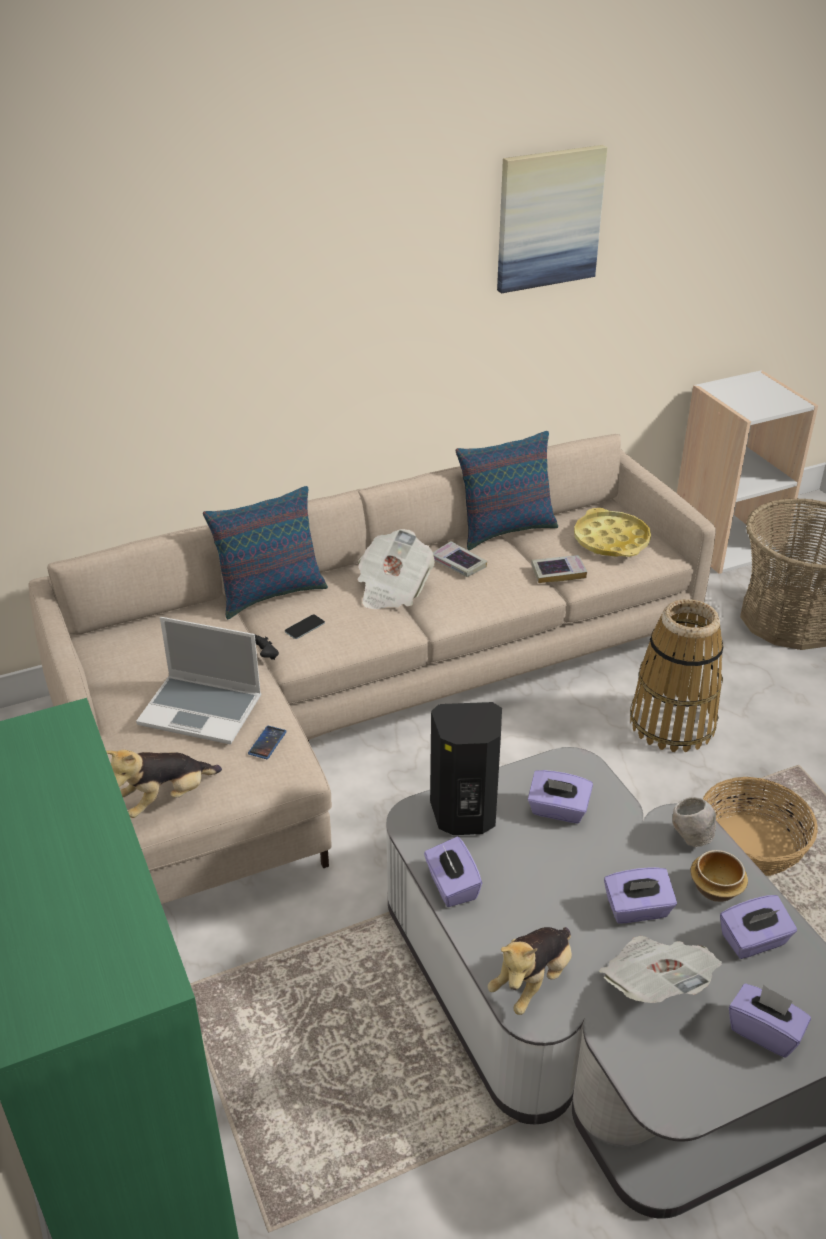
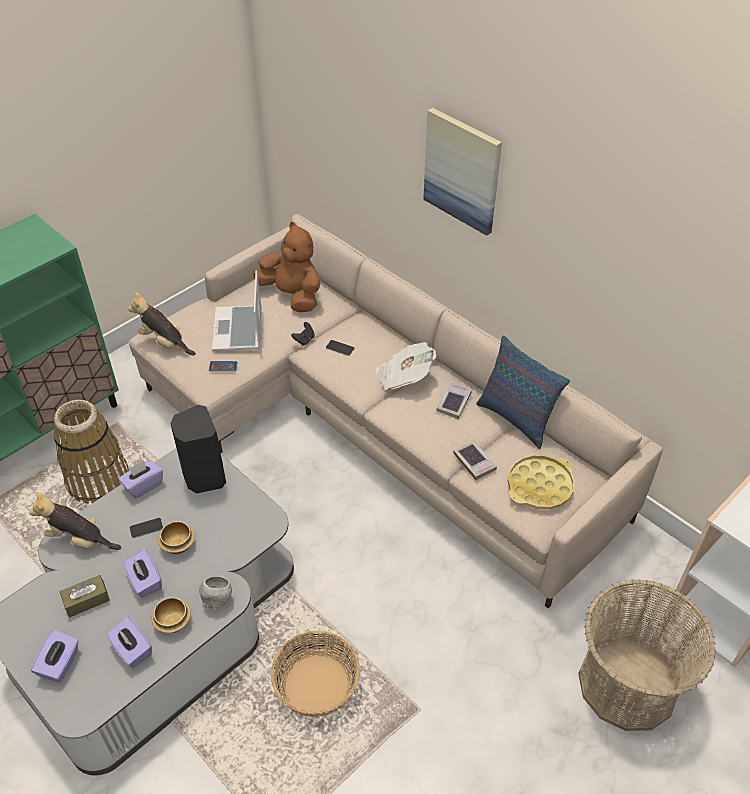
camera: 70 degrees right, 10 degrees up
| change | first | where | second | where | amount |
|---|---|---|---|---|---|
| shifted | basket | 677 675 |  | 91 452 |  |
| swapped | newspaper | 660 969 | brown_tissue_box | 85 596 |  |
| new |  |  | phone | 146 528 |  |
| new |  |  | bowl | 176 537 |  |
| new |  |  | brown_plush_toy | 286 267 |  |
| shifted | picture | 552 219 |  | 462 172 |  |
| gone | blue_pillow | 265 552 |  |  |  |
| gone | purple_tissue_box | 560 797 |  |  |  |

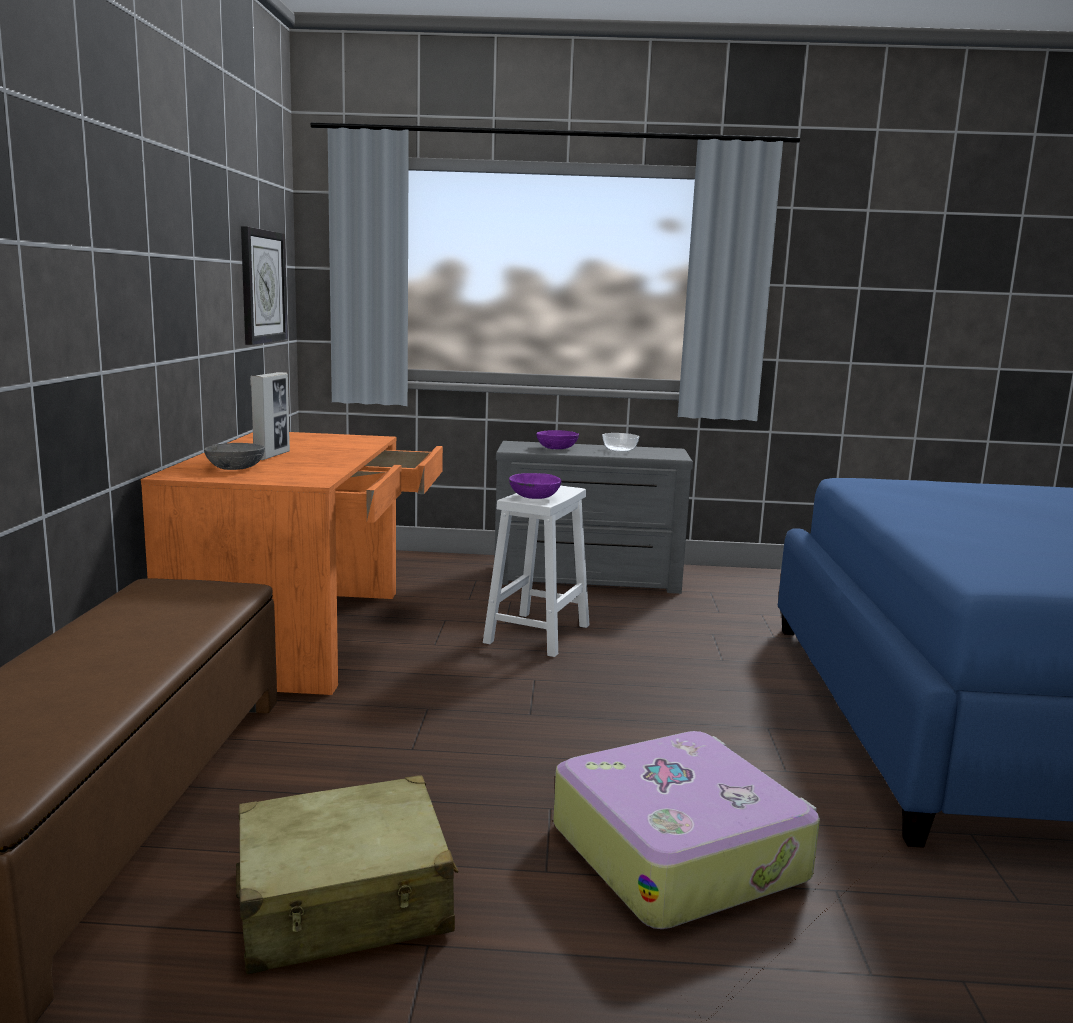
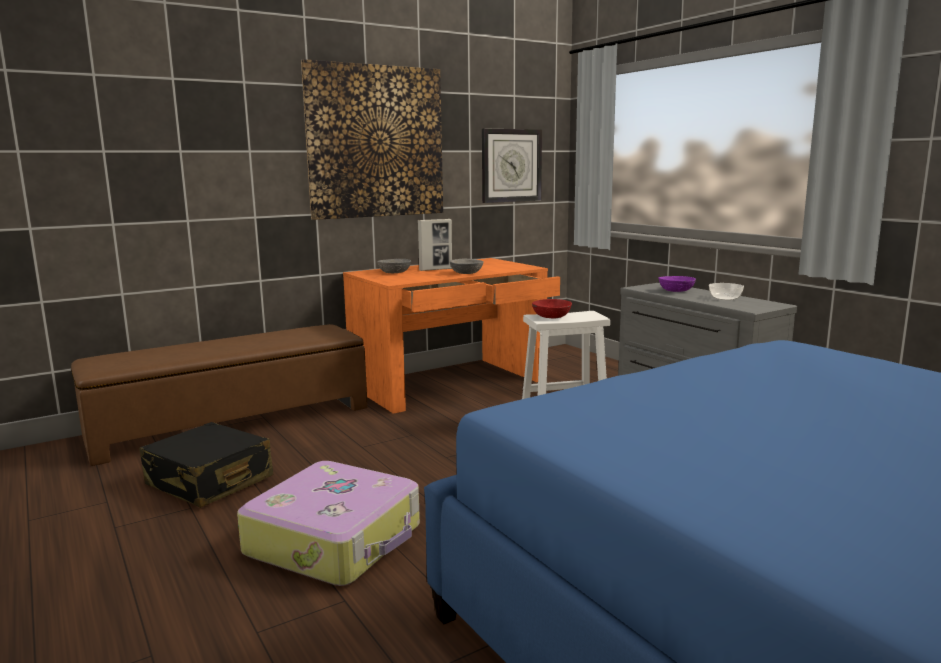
camera: 55 degrees right, 0 degrees up
| change | first | where | second | where | amount |
|---|---|---|---|---|---|
| repainted | beige_suitcase | 347 874 | black_suitcase | 206 465 |  |
| new |  |  | picture | 372 139 |  |
| new |  |  | grey_bowl | 467 266 |  |
| repainted | purple_bowl | 535 486 | red_bowl | 552 309 |  |

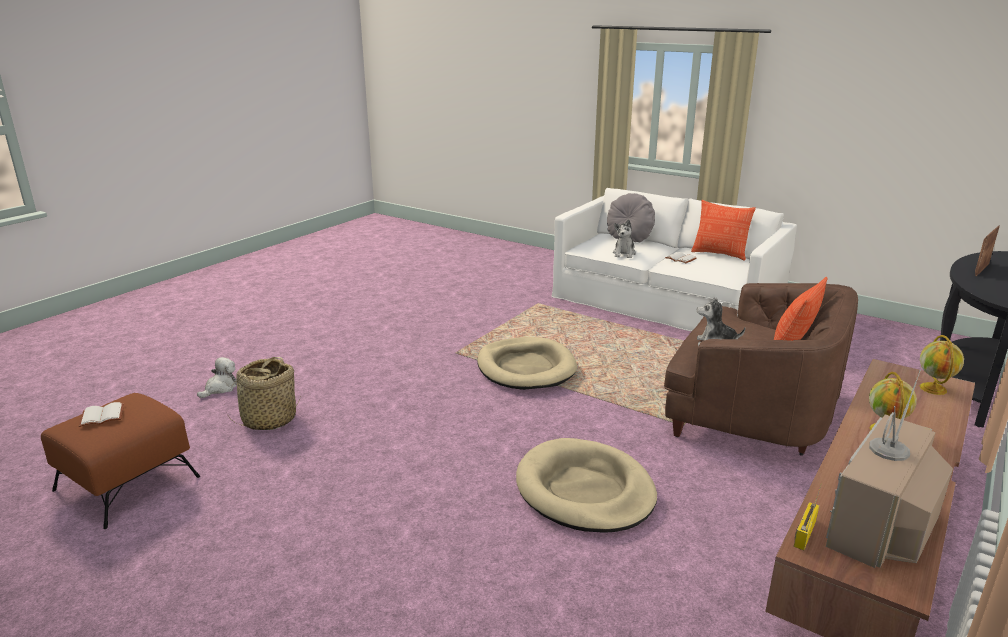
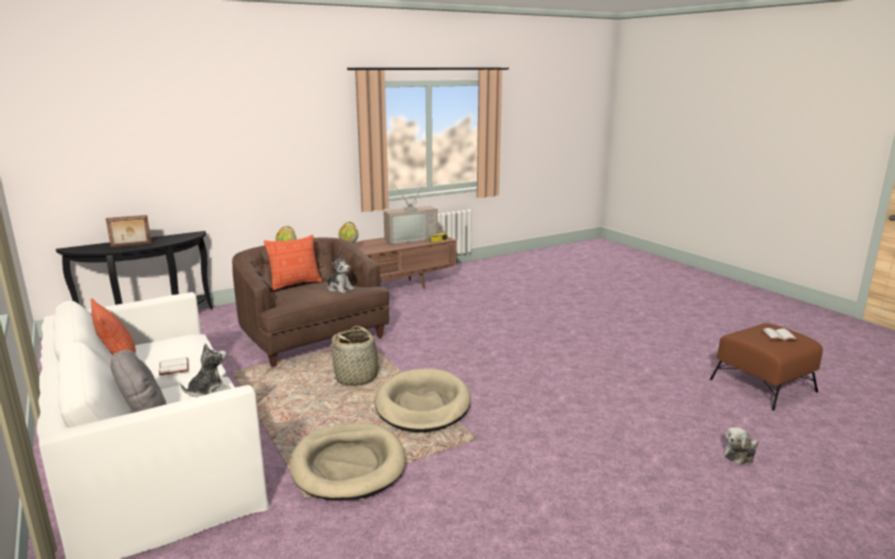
camera: 155 degrees left, 5 degrees down
| change | first | where | second | where | amount |
|---|---|---|---|---|---|
| shifted | beige_dog_bed | 586 485 |  | 348 461 |  |
| shifted | basket | 264 393 |  | 358 356 |  |

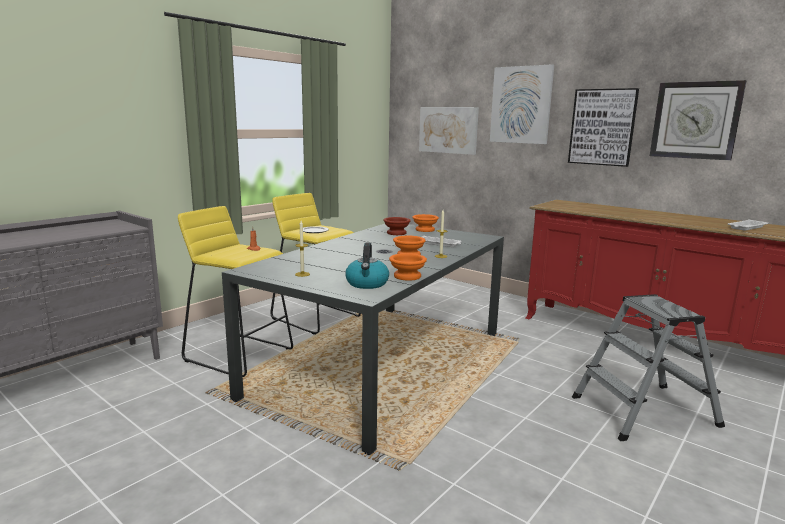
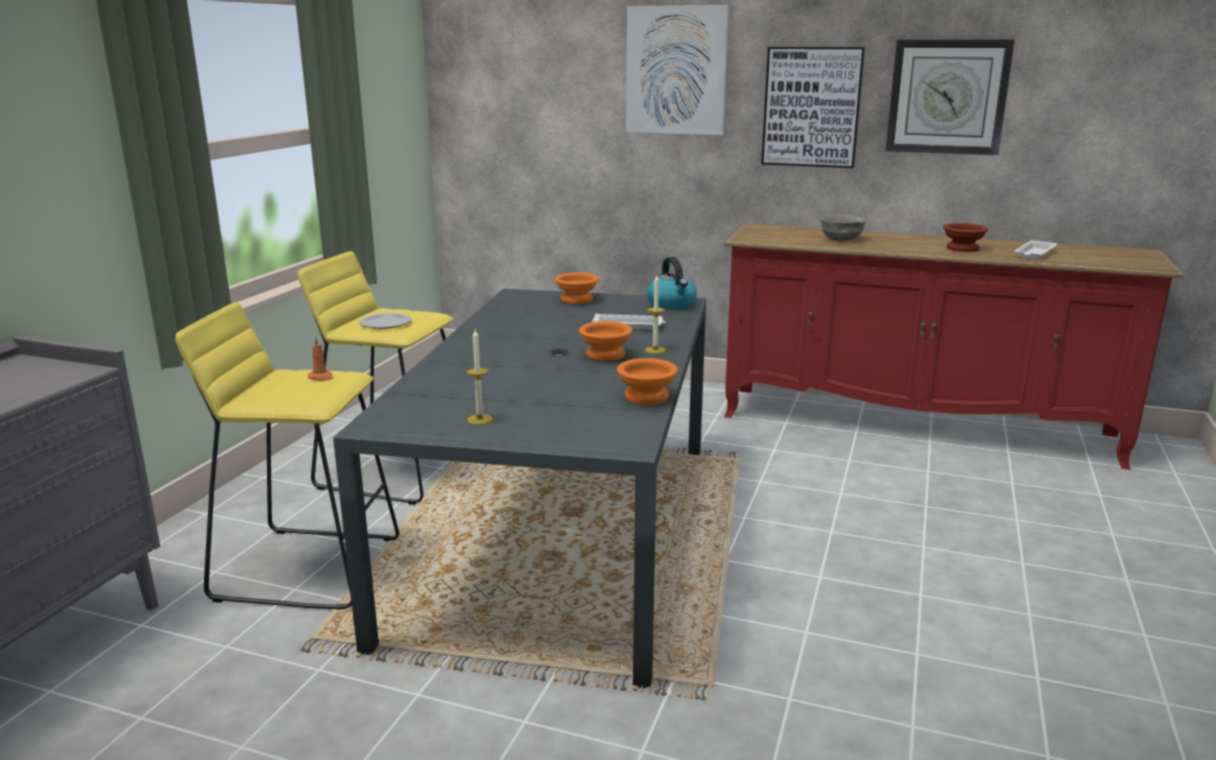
camera: 20 degrees left, 5 degrees up
| change | first | where | second | where | amount |
|---|---|---|---|---|---|
| shifted | kettle | 367 266 |  | 672 283 |  |
| new |  |  | grey_bowl | 843 228 |  |
| shifted | brown_bowl | 397 226 |  | 965 237 |  |
| gone | picture | 449 131 |  |  |  |
| gone | grey_step_ladder | 648 367 |  |  |  |

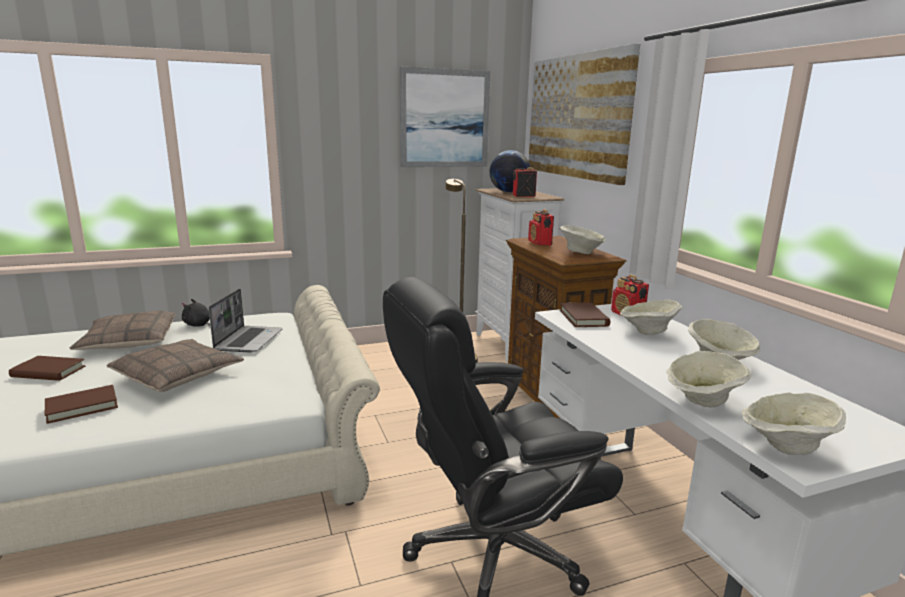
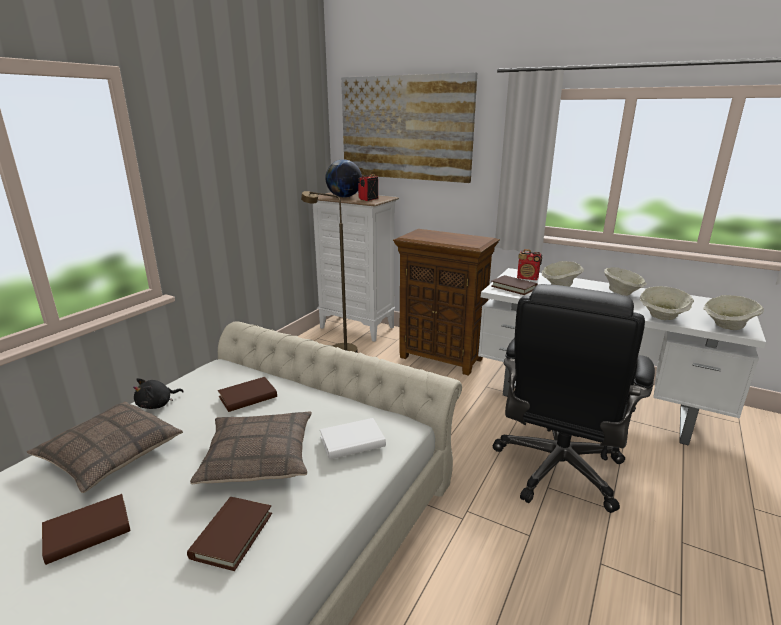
camera: 40 degrees left, 5 degrees up
| change | first | where | second | where | amount |
|---|---|---|---|---|---|
| swapped | laptop | 245 320 | brown_book | 247 394 |  |
| new |  |  | white_book | 353 439 |  |
| gone | picture | 445 117 |  |  |  |
| gone | radio | 541 227 |  |  |  |
| gone | beige_bowl | 582 239 |  |  |  |

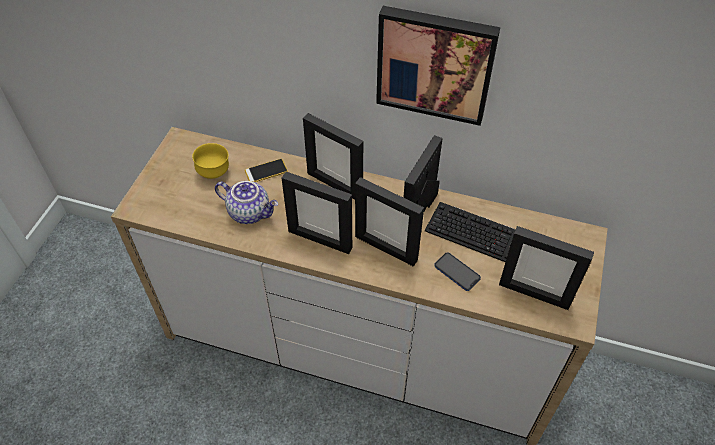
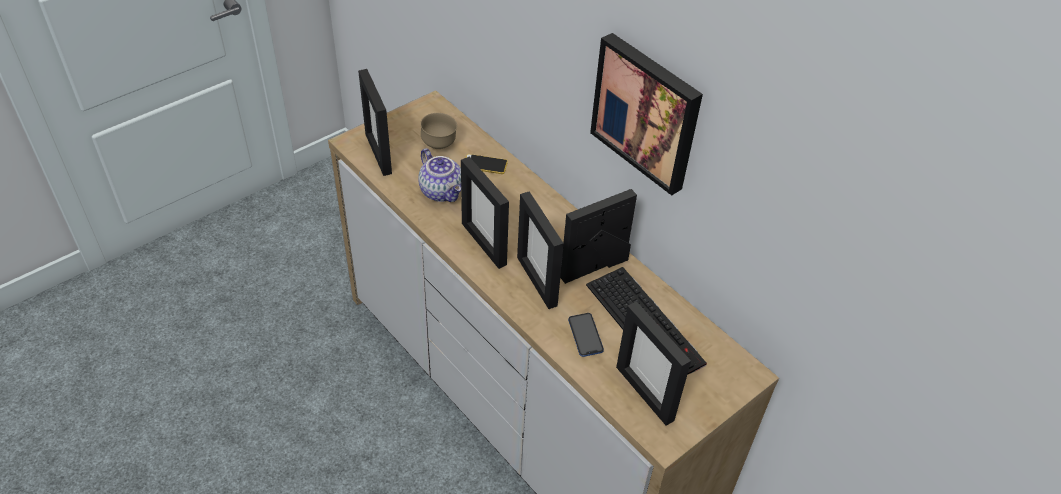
camera: 30 degrees right, 5 degrees down
| change | first | where | second | where | amount |
|---|---|---|---|---|---|
| shifted | picture_frame | 333 156 |  | 375 122 |  |
| repainted | yellow_bowl | 210 161 | brown_bowl | 438 131 |  |

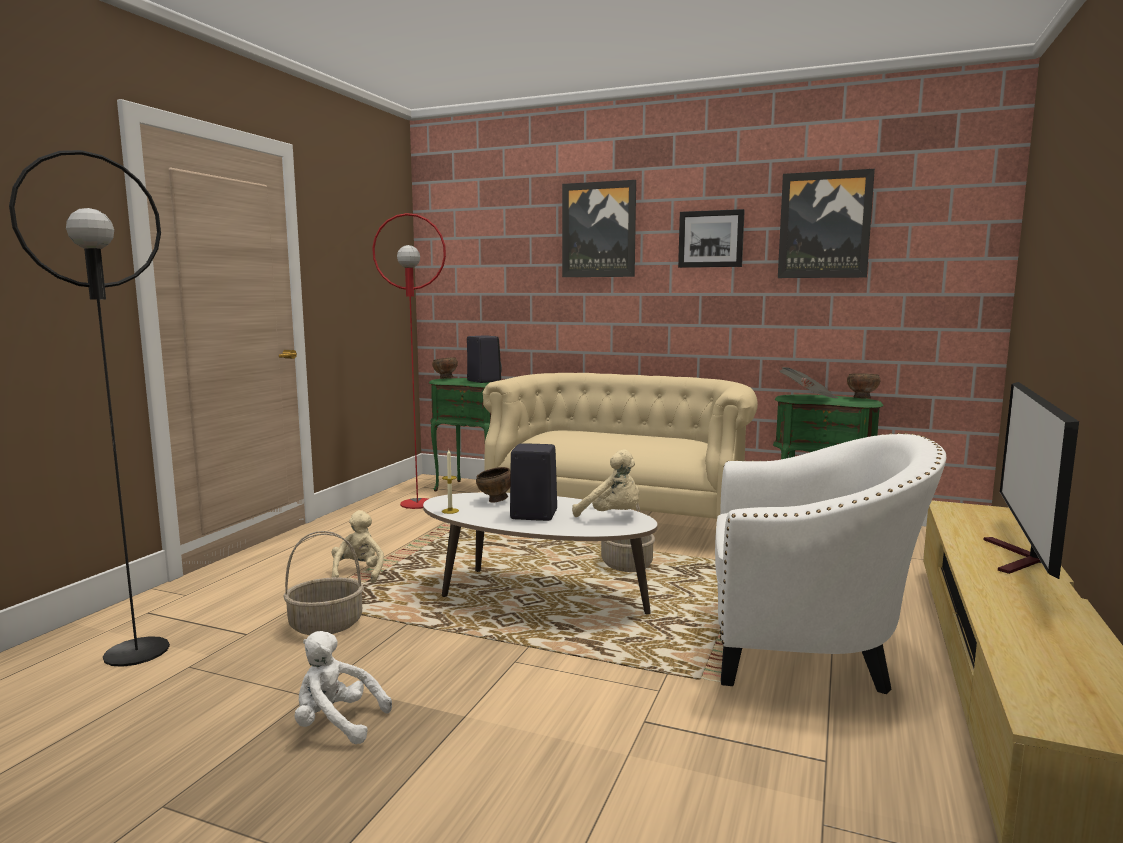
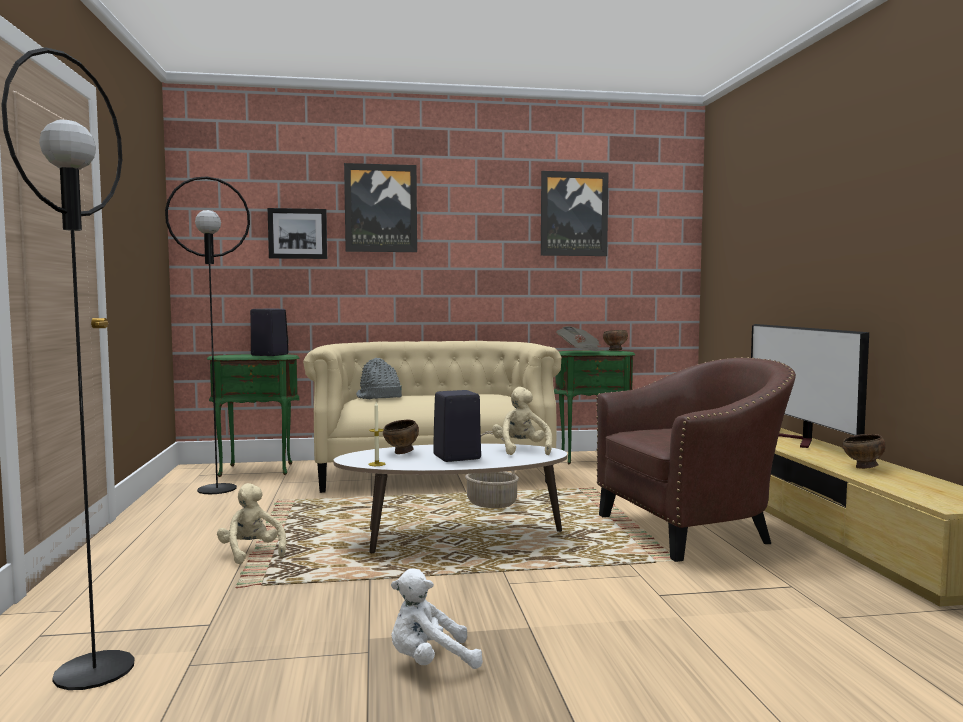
camera: 30 degrees left, 5 degrees down
| change | first | where | second | where | amount |
|---|---|---|---|---|---|
| repainted | red_floor_lamp | 409 361 | black_floor_lamp | 207 335 |  |
| shifted | picture | 711 238 |  | 297 233 |  |
| new |  |  | grey_hat | 379 378 |  |
| rotated | beige_plush_toy | 605 483 |  | 522 421 | 105 degrees counterclockwise |
| repainted | white_armchair | 830 563 | brown_armchair | 696 459 |  |
| shifted | brown_bowl | 445 368 |  | 864 451 |  |
| gone | basket | 323 583 |  |  |  |

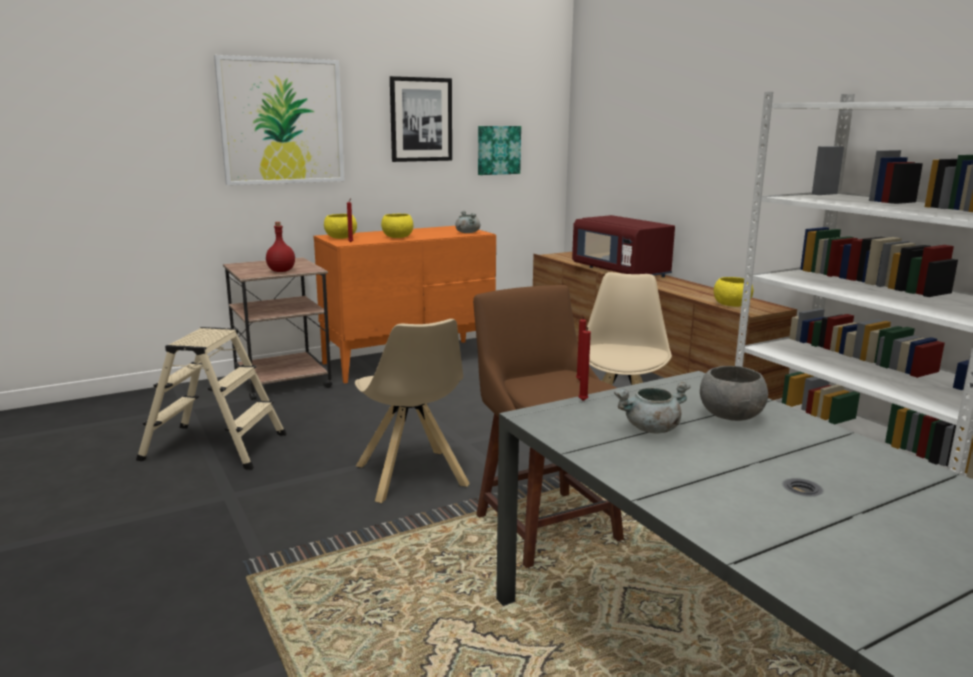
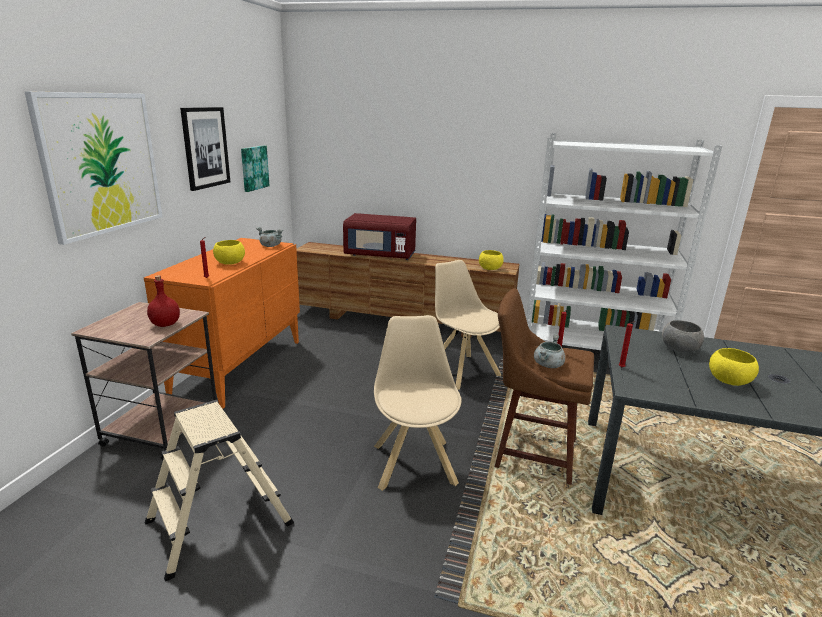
camera: 45 degrees left, 5 degrees up
| change | first | where | second | where | amount |
|---|---|---|---|---|---|
| rotated | beige_chair | 412 411 |  | 418 403 | 120 degrees counterclockwise |
| shifted | grey_cooking_pot | 652 407 |  | 549 351 |  |
| shifted | yellow_bowl | 340 226 |  | 734 367 |  |

